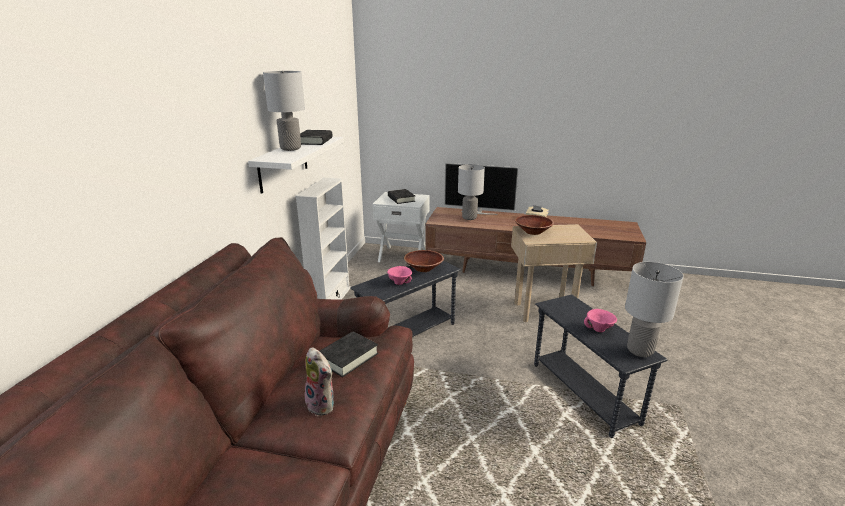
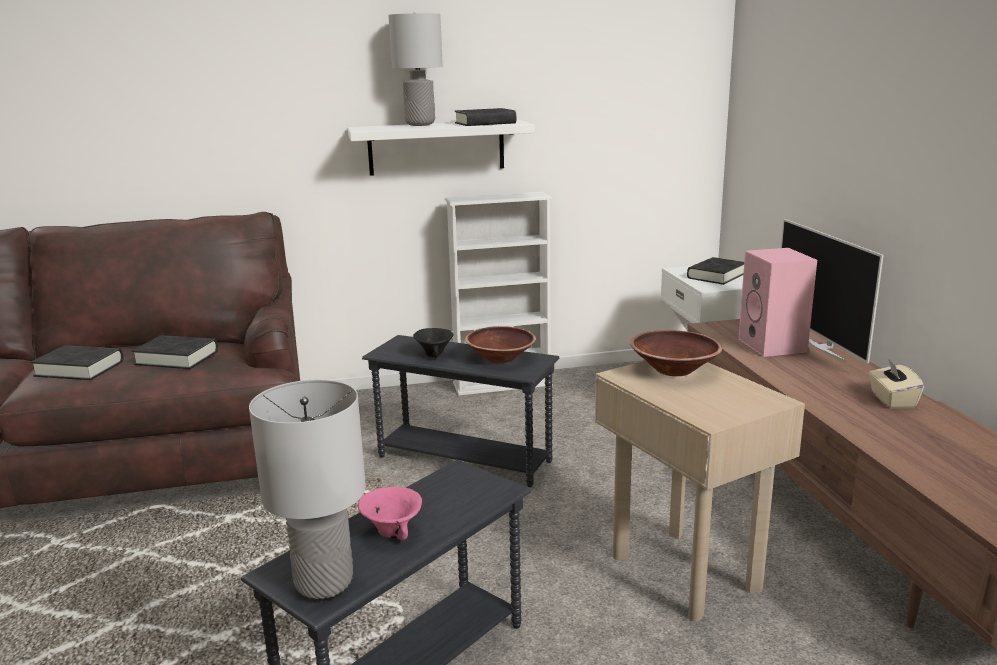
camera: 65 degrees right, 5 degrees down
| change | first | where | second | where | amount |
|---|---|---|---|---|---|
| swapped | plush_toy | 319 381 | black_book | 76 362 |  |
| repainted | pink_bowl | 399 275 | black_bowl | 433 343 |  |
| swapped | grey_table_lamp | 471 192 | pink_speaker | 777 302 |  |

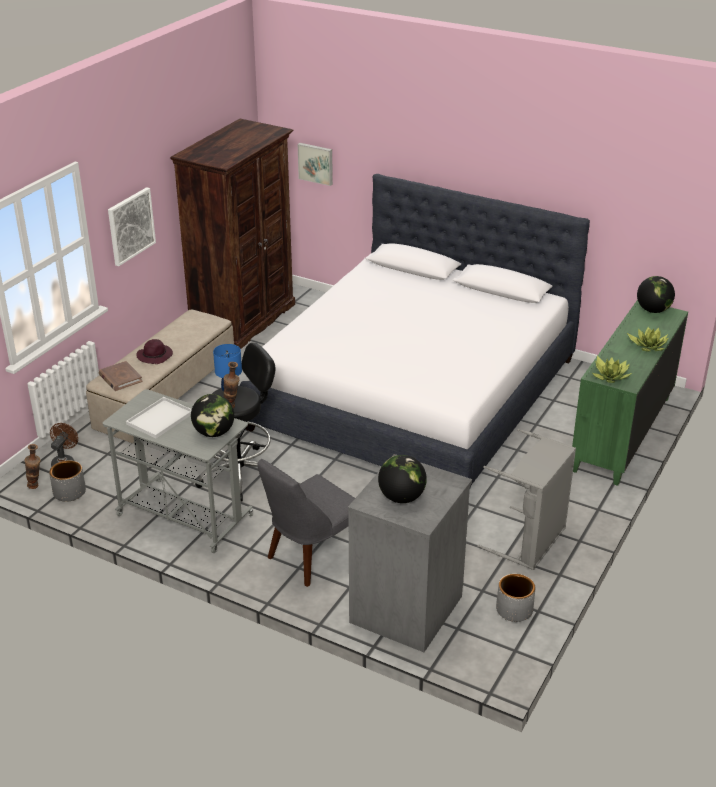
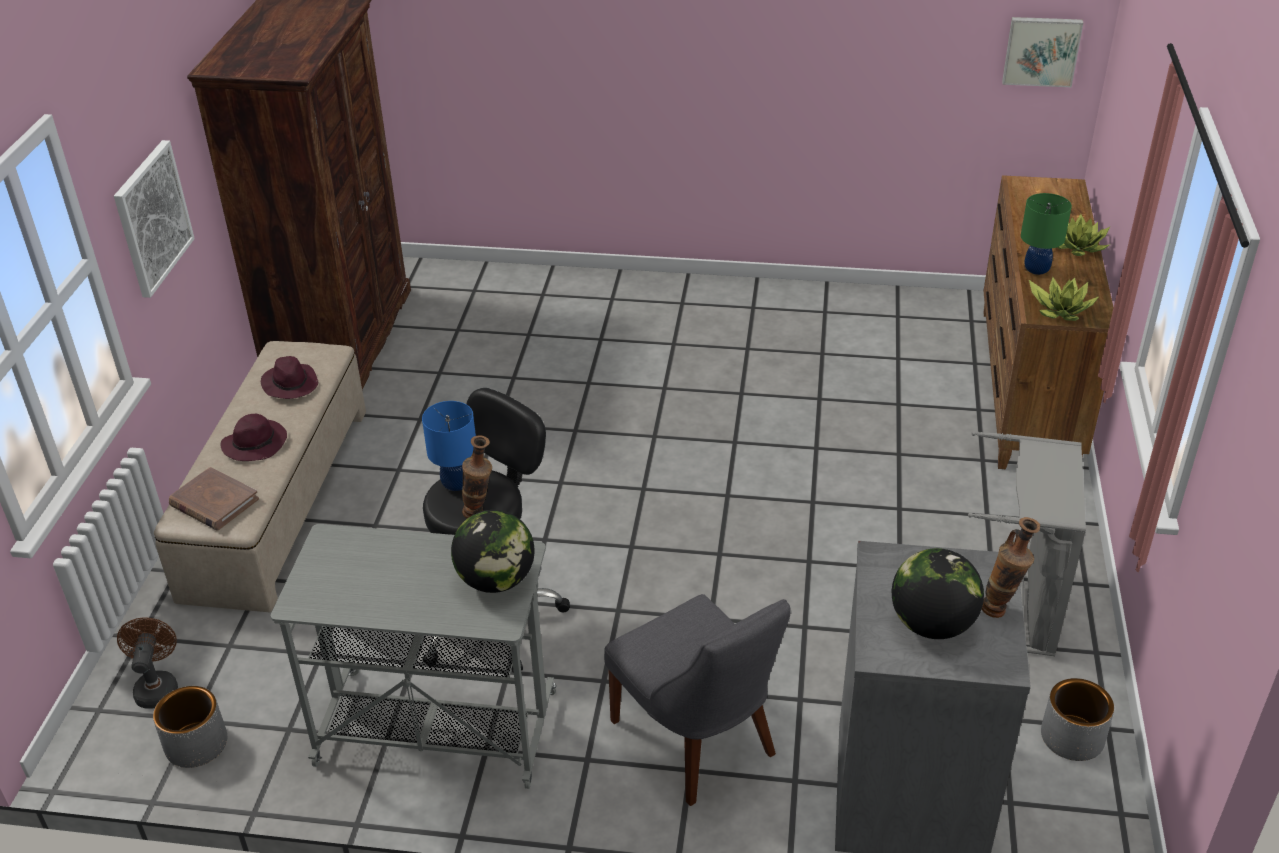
camera: 20 degrees left, 5 degrees up
| change | first | where | second | where | amount |
|---|---|---|---|---|---|
| new |  |  | purple_hat | 289 377 |  |
| rotated | grey_chair | 306 523 |  | 697 700 | 60 degrees counterclockwise |
| shifted | vase | 33 466 |  | 1011 567 |  |
| repainted | green_dresser | 630 393 | brown_dresser | 1048 322 |  |
| shifted | picture | 315 164 |  | 1042 52 |  |
| new |  |  | green_table_lamp | 1046 234 |  |
| gone | white_tray | 159 417 |  |  |  |
| gone | white_bed | 415 331 |  |  |  |
| gone | globe | 656 294 |  |  |  |

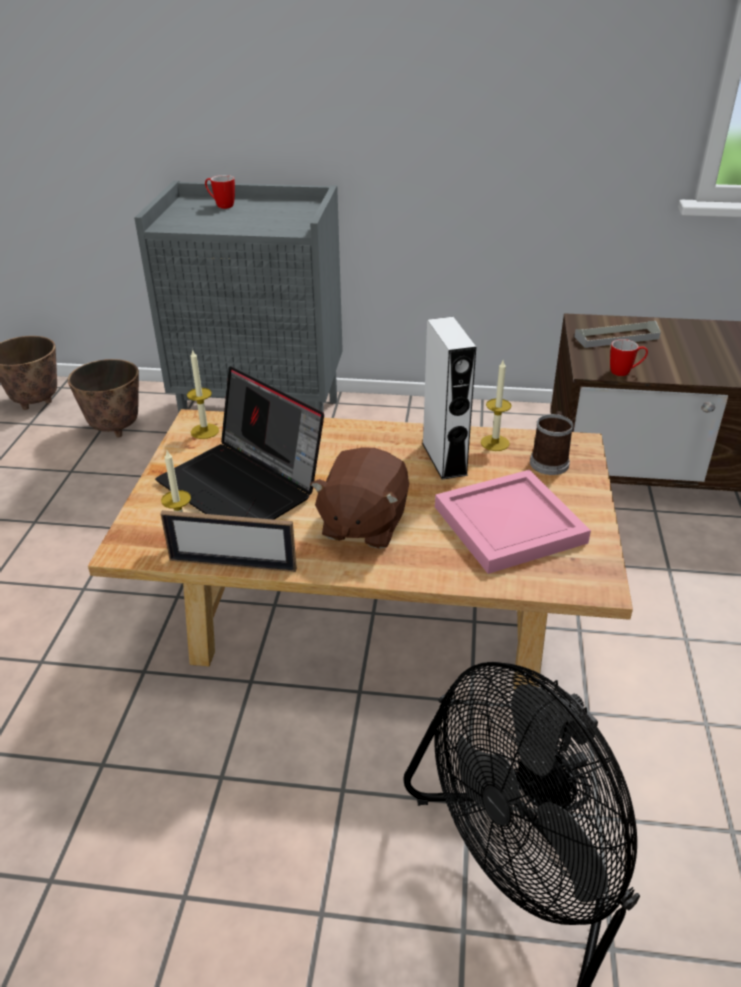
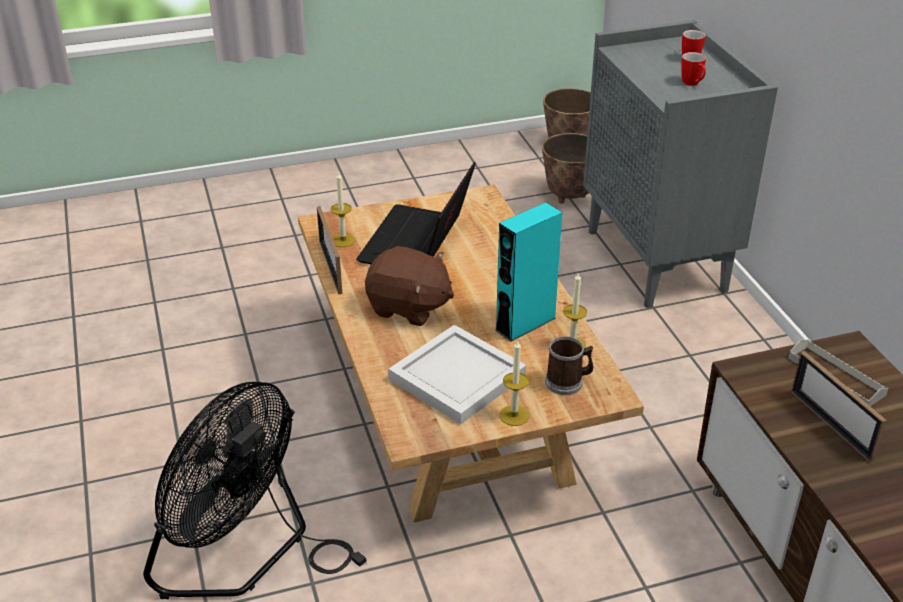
camera: 65 degrees right, 0 degrees up
| change | first | where | second | where | amount |
|---|---|---|---|---|---|
| rotated | brown_plush_toy | 359 498 |  | 409 286 | 150 degrees counterclockwise |
| repainted | pink_tray | 513 522 | white_tray | 457 374 |  |
| repainted | white_speaker | 449 398 | turquoise_speaker | 528 272 |  |
| shifted | candle | 203 394 |  | 514 383 |  |
| shifted | mug | 629 357 |  | 693 69 |  |
| new |  |  | picture_frame | 839 406 |  |

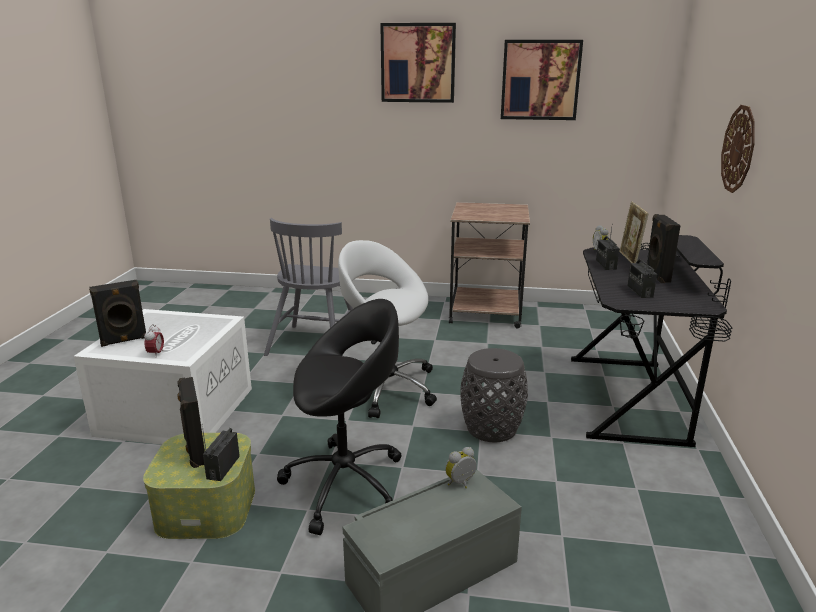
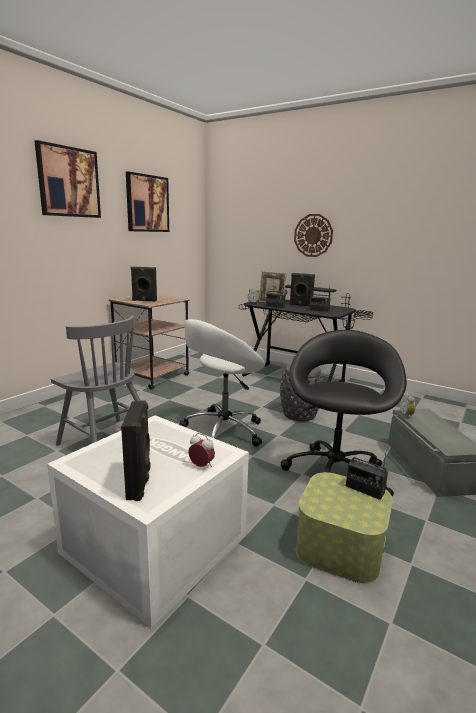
camera: 65 degrees left, 5 degrees down
| change | first | where | second | where | amount |
|---|---|---|---|---|---|
| shifted | black_speaker | 191 422 |  | 144 284 |  |

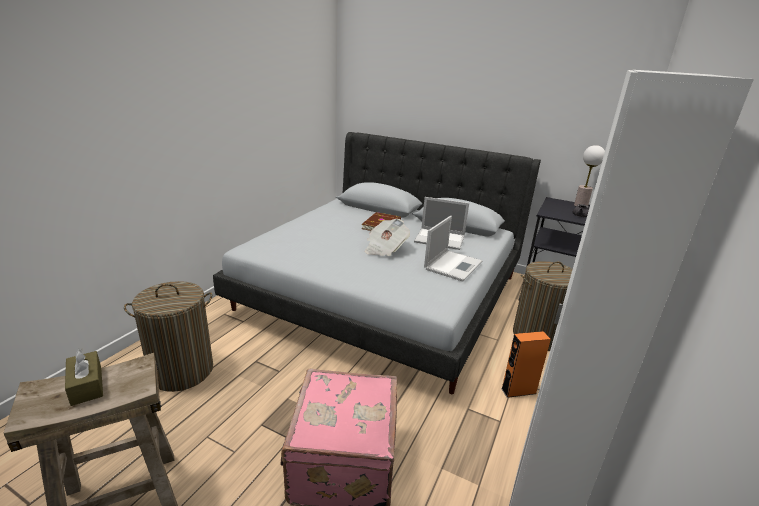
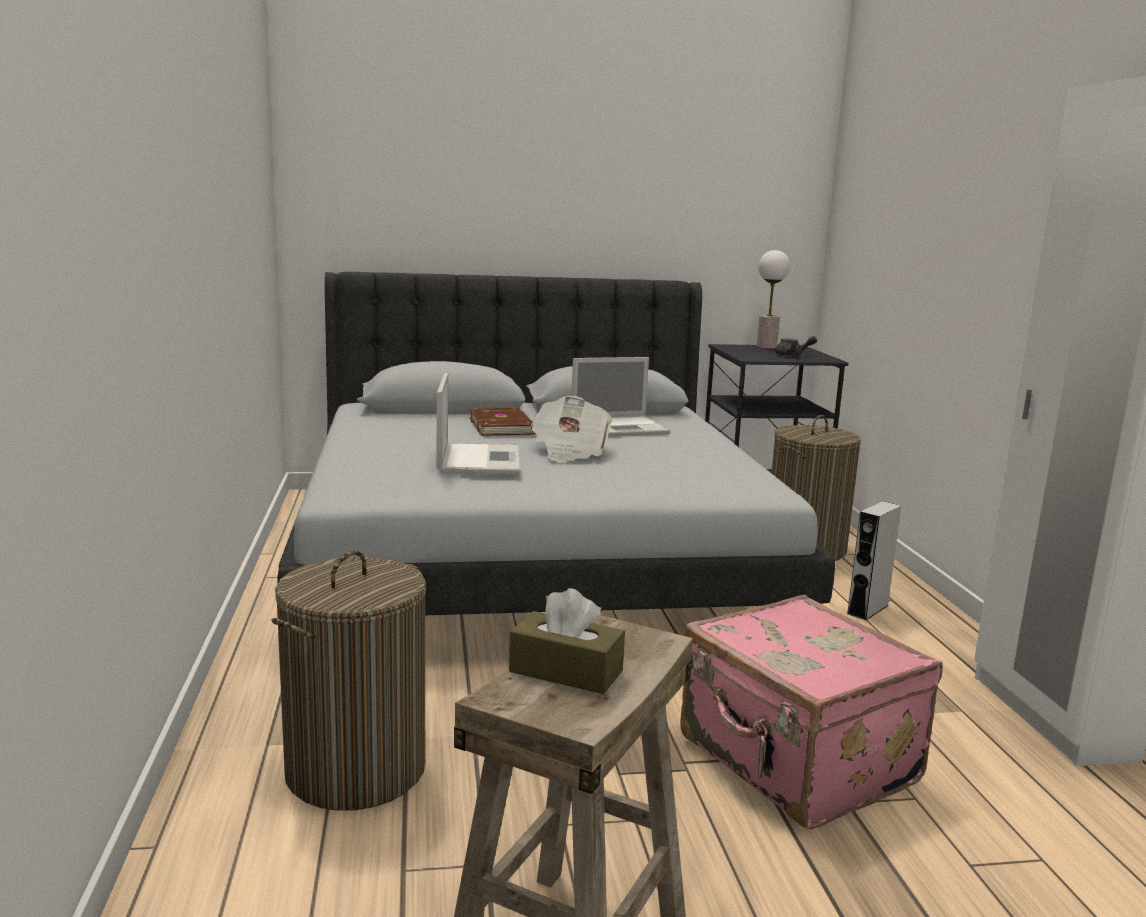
camera: 35 degrees left, 10 degrees down
| change | first | where | second | where | amount |
|---|---|---|---|---|---|
| shifted | laptop | 453 249 |  | 478 424 |  |
| repainted | orange_speaker | 526 364 | grey_speaker | 874 560 |  |

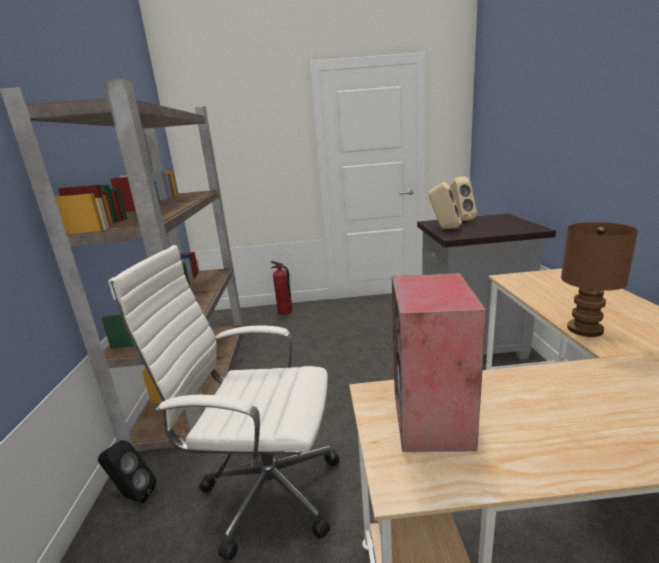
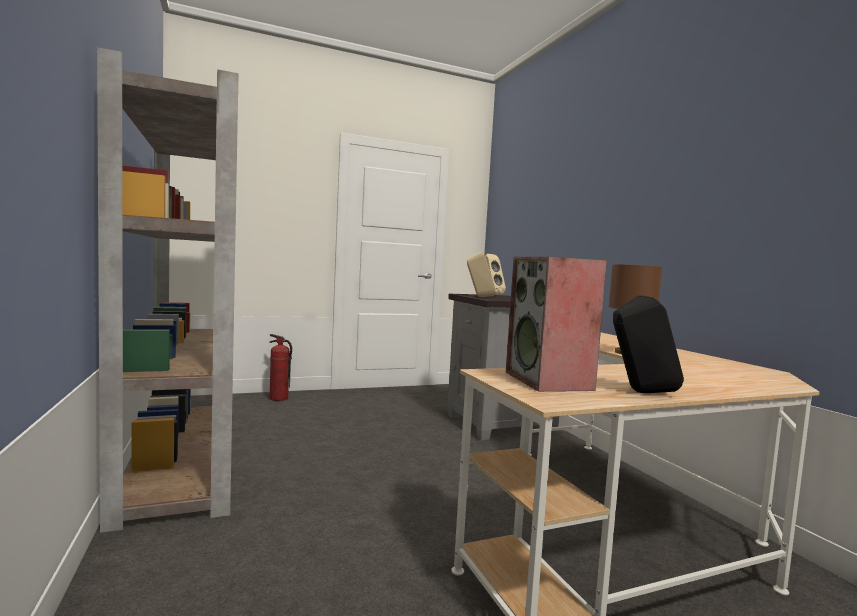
camera: 20 degrees left, 15 degrees down
| change | first | where | second | where | amount |
|---|---|---|---|---|---|
| shifted | black_speaker | 127 472 |  | 648 344 |  |
| gone | white_office_chair | 224 402 |  |  |  |

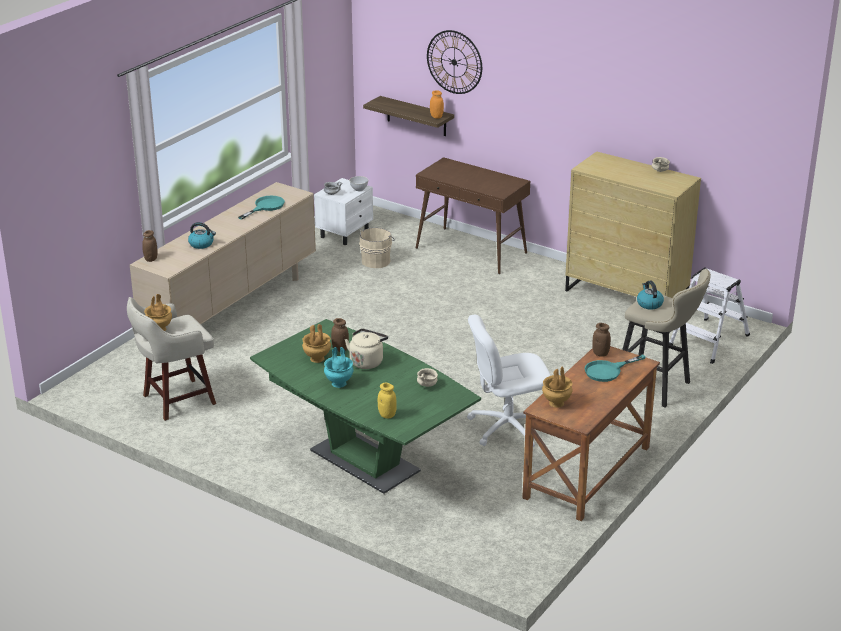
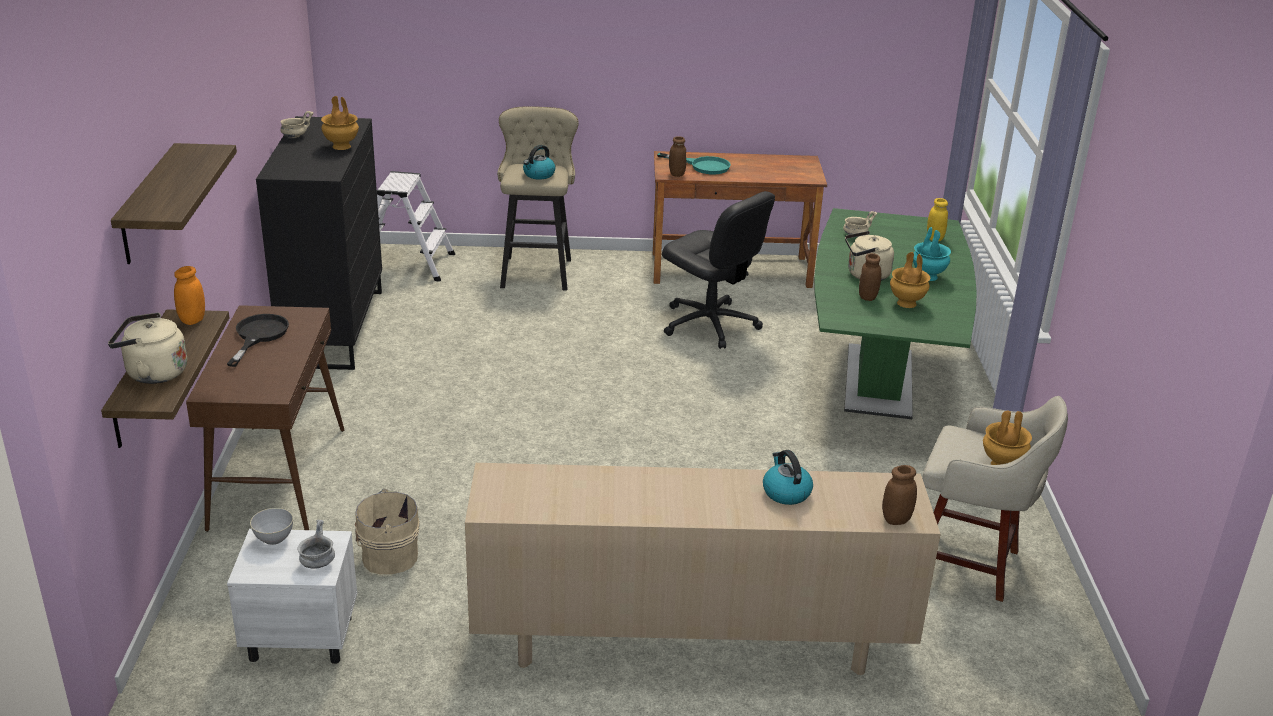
camera: 125 degrees left, 0 degrees up
| change | first | where | second | where | amount |
|---|---|---|---|---|---|
| new |  |  | beige_kettle | 147 348 |  |
| swapped | wall_clock | 454 62 | shelf | 174 203 |  |
| new |  |  | black_frying_pan | 258 340 |  |
| repainted | beige_dresser | 633 224 | black_dresser | 319 243 |  |
| shifted | brown_vase | 557 387 |  | 340 123 |  |
| repainted | white_office_chair | 509 381 | black_office_chair | 718 270 |  |
| gone | turquoise_frying_pan | 261 208 |  |  |  |

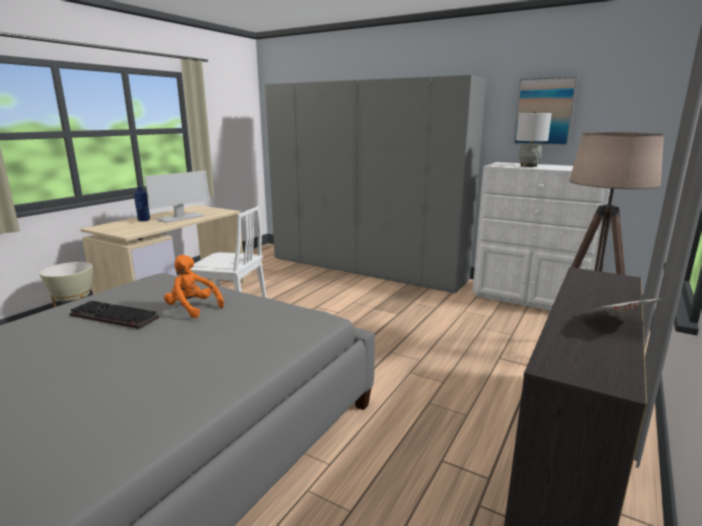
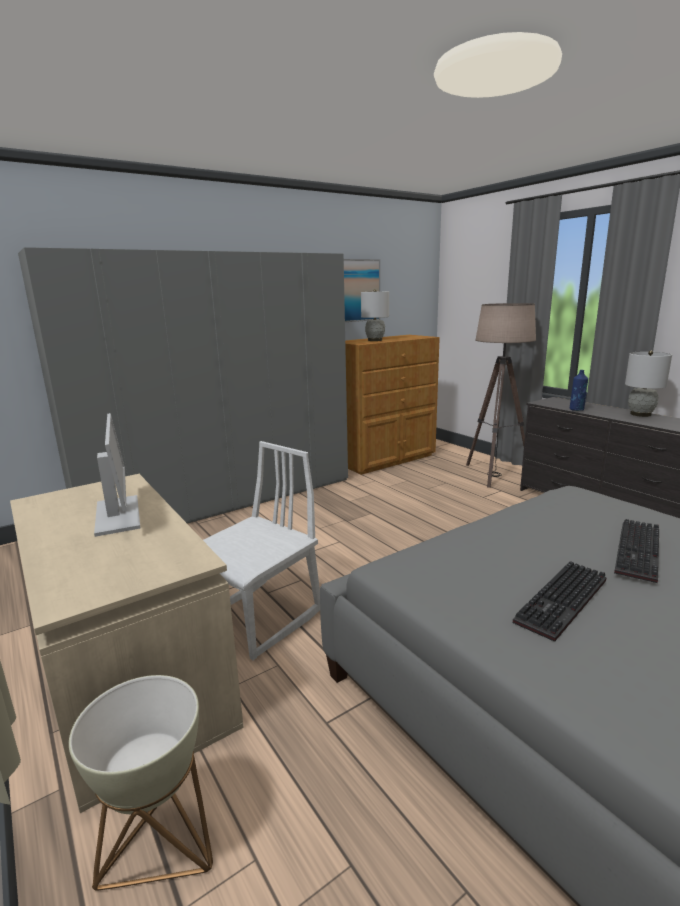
camera: 65 degrees left, 0 degrees up
| change | first | where | second | where | amount |
|---|---|---|---|---|---|
| repainted | white_dresser | 541 236 | brown_dresser | 392 405 |  |
| shifted | blue_bottle | 142 203 |  | 579 390 |  |
| new |  |  | keyboard | 636 551 |  |
| swapped | newspaper | 624 305 | white_table_lamp | 648 384 |  |
| gone | orange_plush_toy | 194 286 |  |  |  |

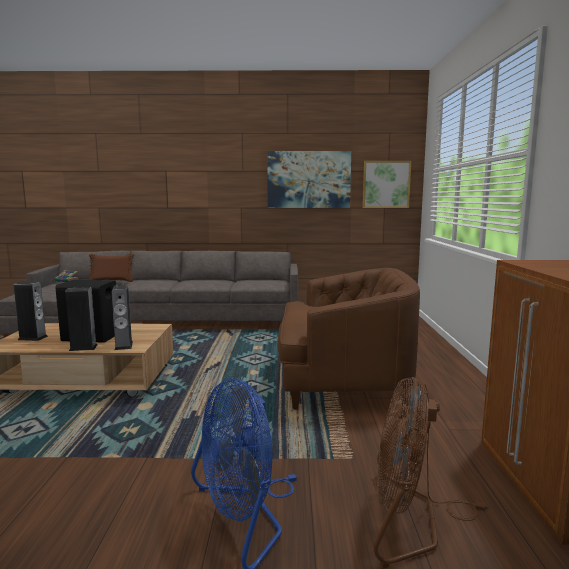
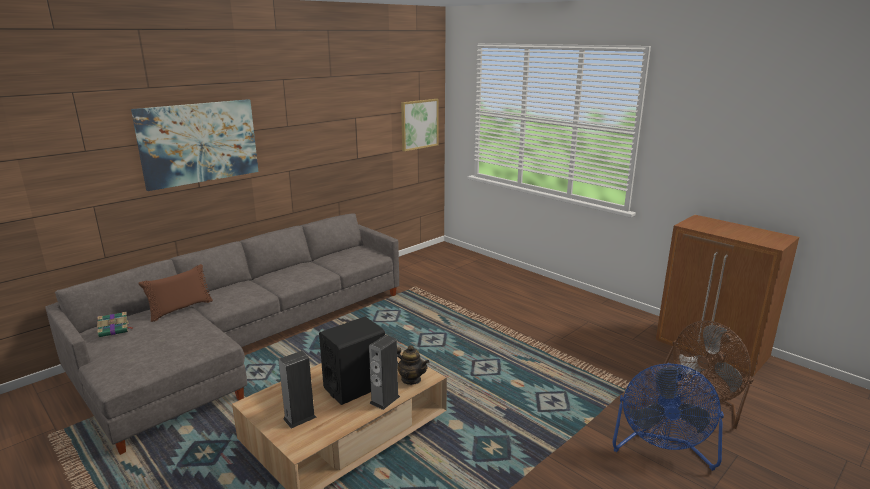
camera: 45 degrees left, 10 degrees up
| change | first | where | second | where | amount |
|---|---|---|---|---|---|
| shifted | picture | 309 179 |  | 195 145 |  |
| swapped | speaker | 122 317 | teapot | 413 365 |  |
| gone | brown_armchair | 348 338 |  |  |  |

